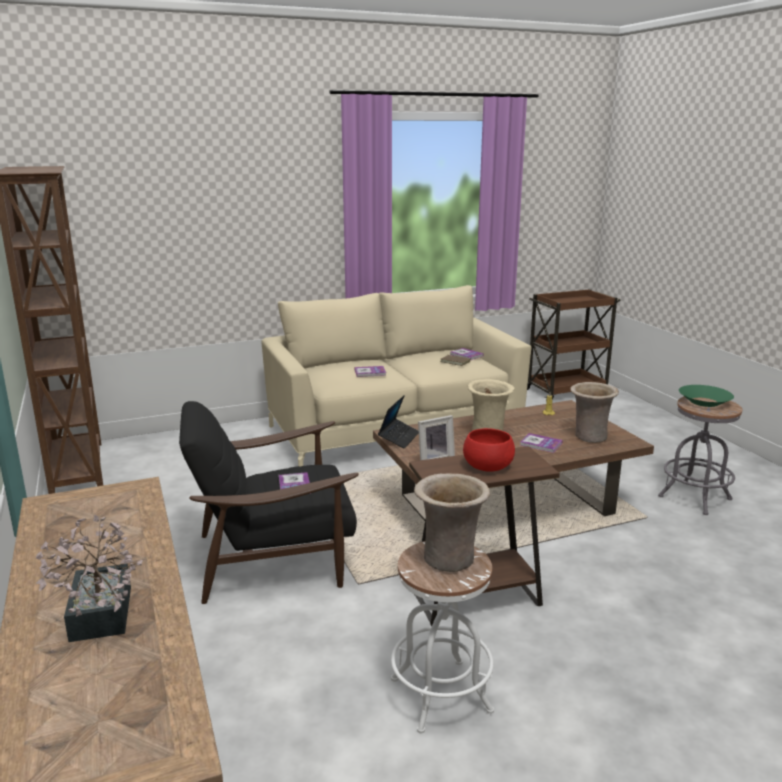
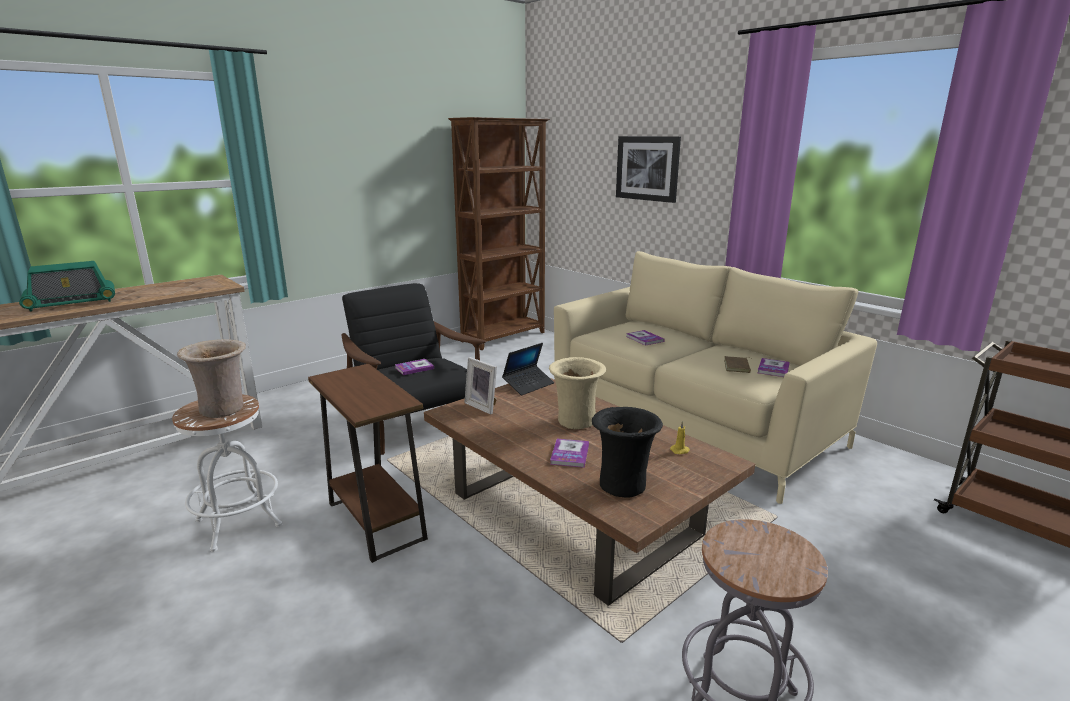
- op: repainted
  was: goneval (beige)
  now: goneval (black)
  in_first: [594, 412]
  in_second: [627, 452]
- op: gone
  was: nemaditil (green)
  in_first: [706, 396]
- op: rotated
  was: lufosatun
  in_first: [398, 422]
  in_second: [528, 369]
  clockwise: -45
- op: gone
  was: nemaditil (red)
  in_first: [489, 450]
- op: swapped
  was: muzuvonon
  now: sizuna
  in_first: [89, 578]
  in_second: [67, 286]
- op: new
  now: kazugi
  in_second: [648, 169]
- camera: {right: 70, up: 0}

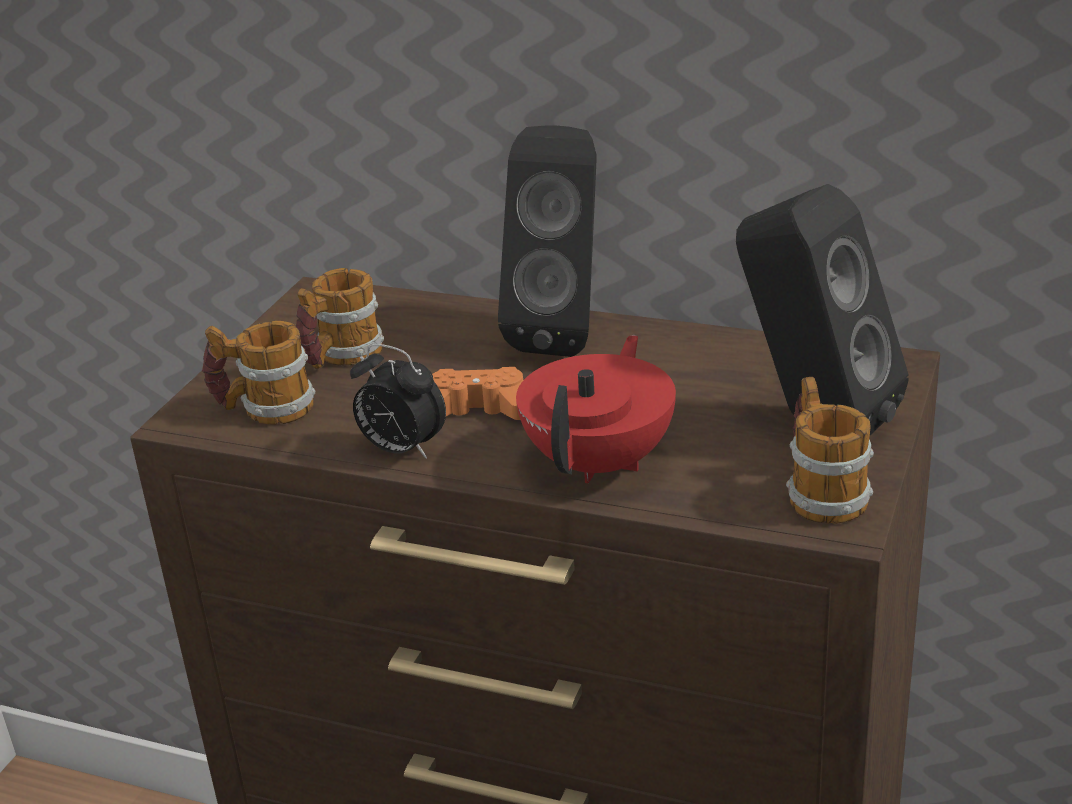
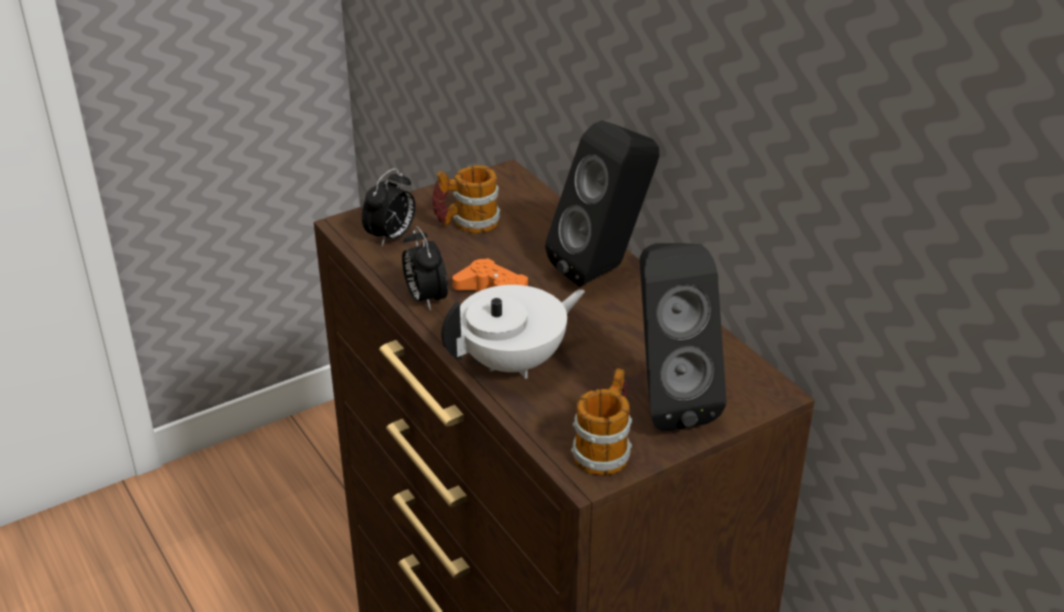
- op: swapped
  was: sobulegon
  now: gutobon
  in_first: [258, 373]
  in_second: [389, 207]
- op: repainted
  was: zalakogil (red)
  now: zalakogil (white)
  in_first: [596, 409]
  in_second: [513, 332]
- camera: {right: 35, up: 5}

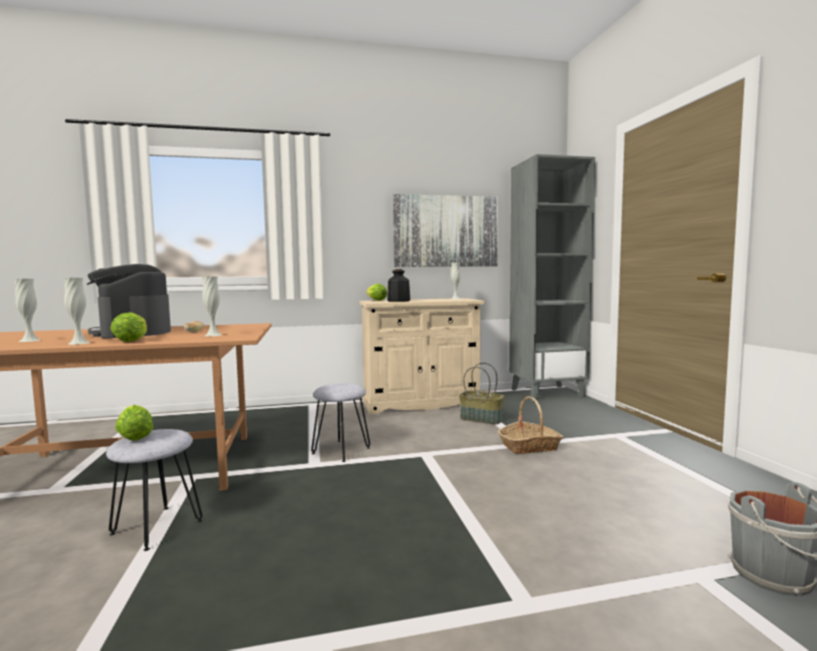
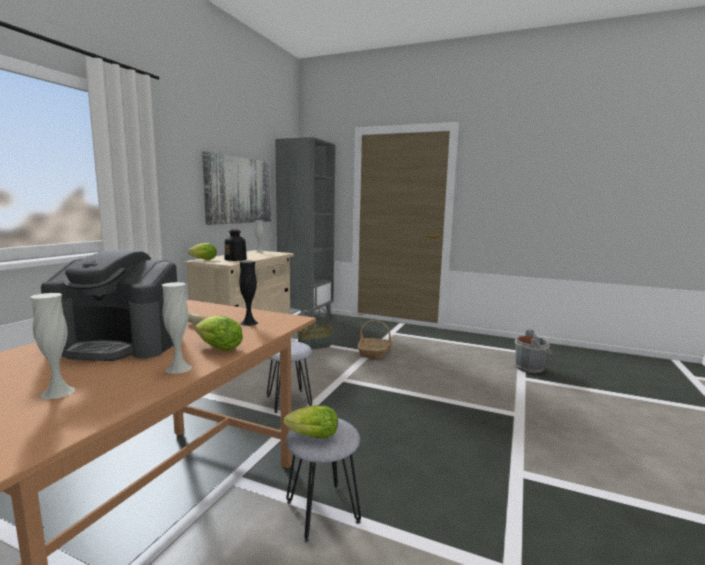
- op: repainted
  was: goneval (white)
  now: goneval (black)
  in_first: [212, 306]
  in_second: [248, 293]
- camera: {right: -55, up: 5}

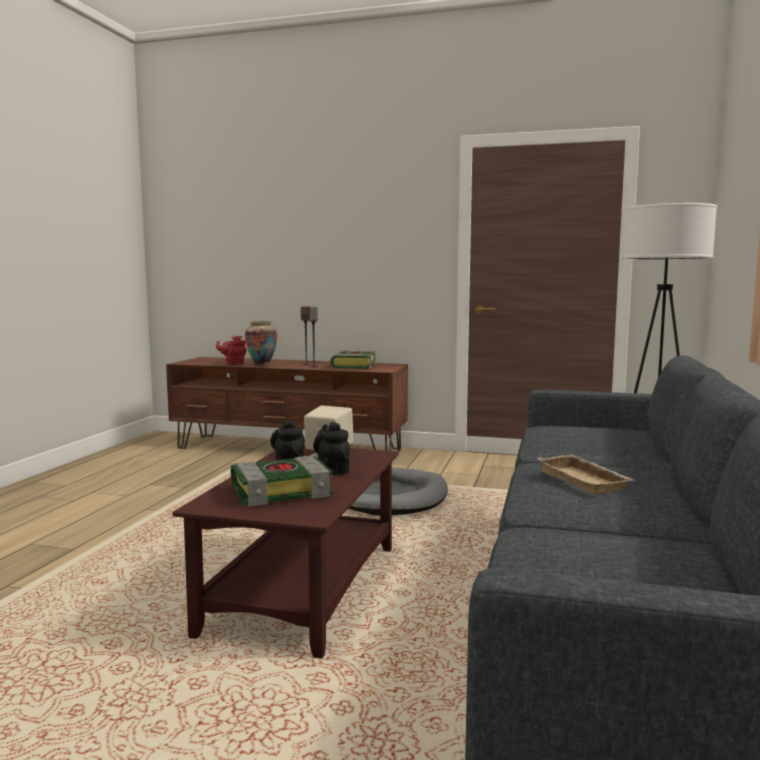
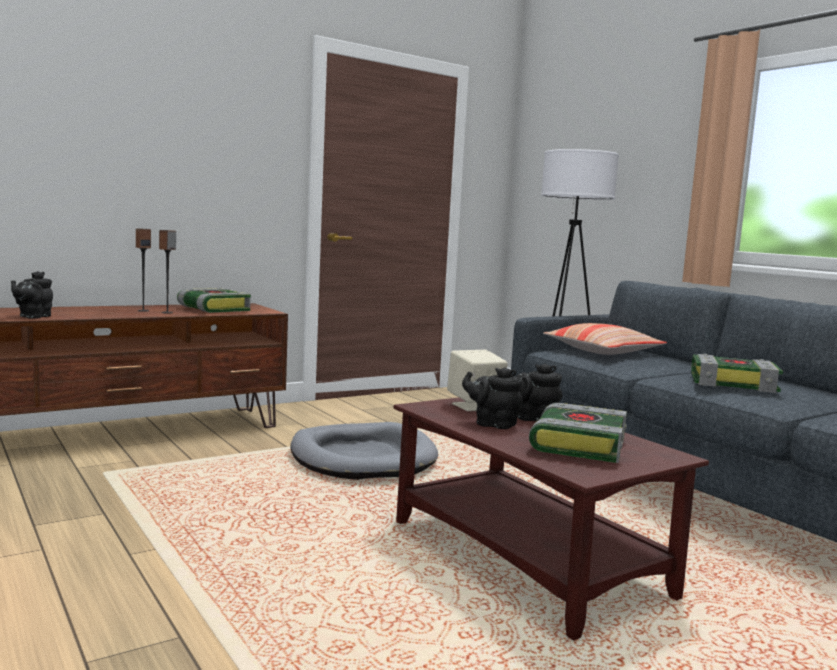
- op: gone
  was: goneval
  in_first: [261, 343]
- op: repainted
  was: zalakogil (red)
  now: zalakogil (black)
  in_first: [231, 350]
  in_second: [32, 295]
- op: swapped
  was: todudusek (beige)
  now: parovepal
  in_first: [586, 475]
  in_second: [737, 373]
- op: new
  now: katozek
  in_second: [605, 339]
- camera: {right: -50, up: 0}

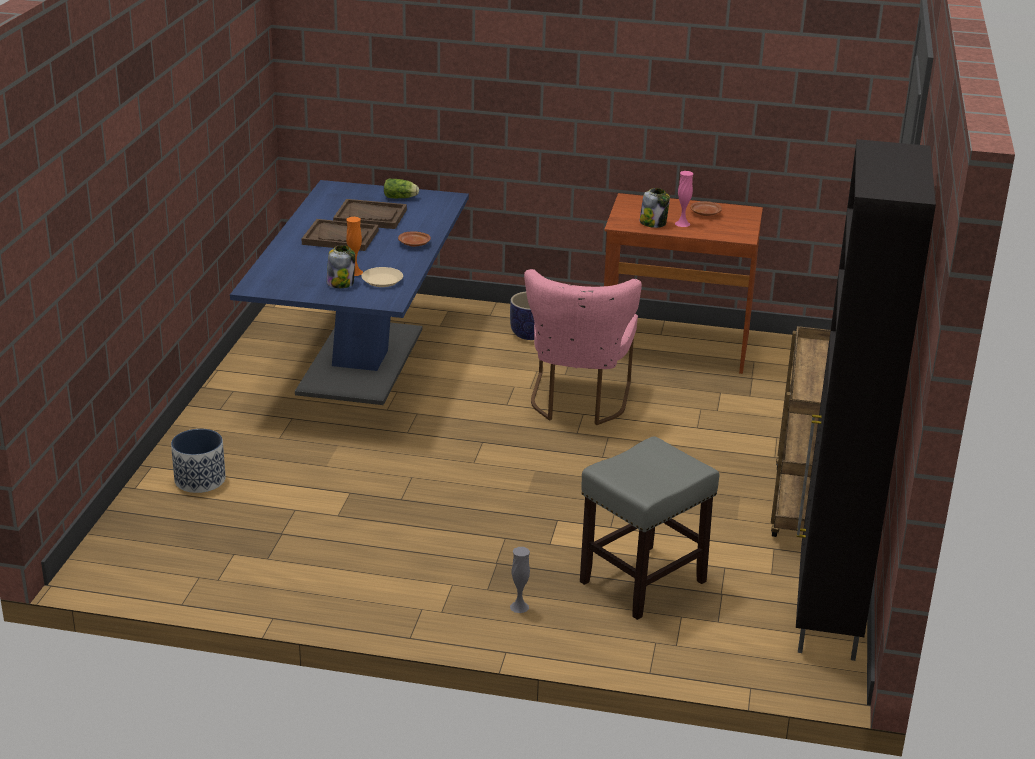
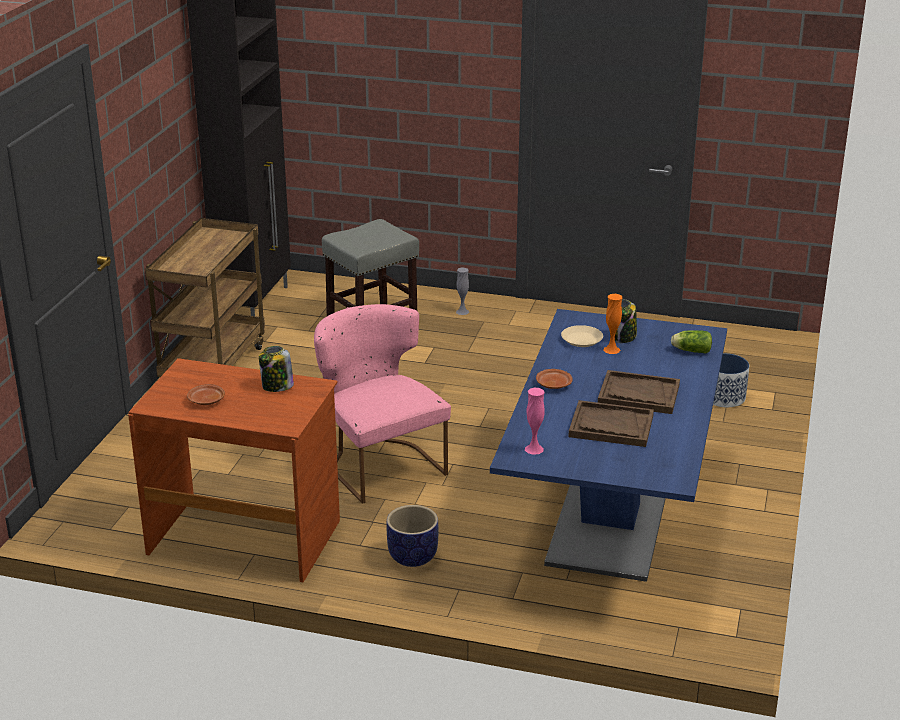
- op: shifted
  was: goneval (pink)
  in_first: [684, 199]
  in_second: [535, 421]
- op: shifted
  was: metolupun
  in_first: [401, 188]
  in_second: [691, 342]
- op: rotated
  was: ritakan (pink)
  in_first: [583, 347]
  in_second: [382, 404]
  clockwise: -45
- camera: {right: -175, up: 0}

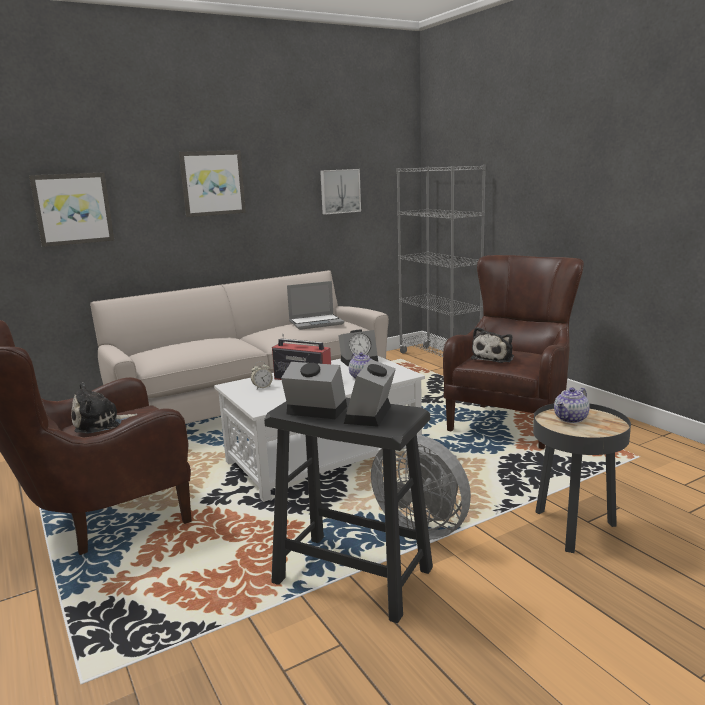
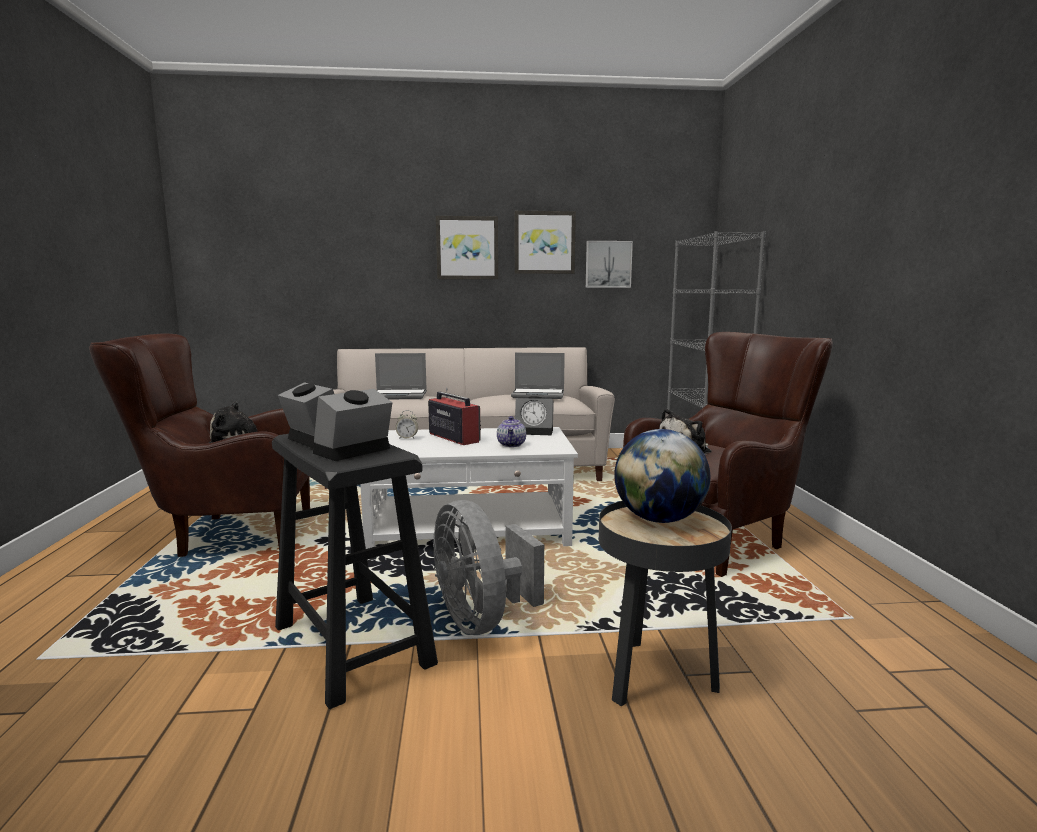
- op: shifted
  was: kazugi
  in_first: [71, 209]
  in_second: [545, 242]
- op: swapped
  was: zalakogil
  now: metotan
  in_first: [572, 405]
  in_second: [662, 476]
- op: new
  now: lufosatun
  in_second: [401, 376]
- camera: {right: 25, up: -5}

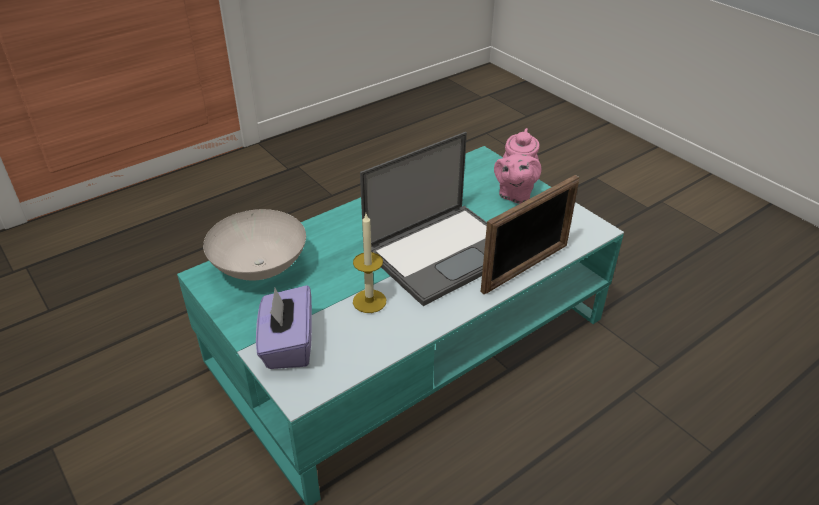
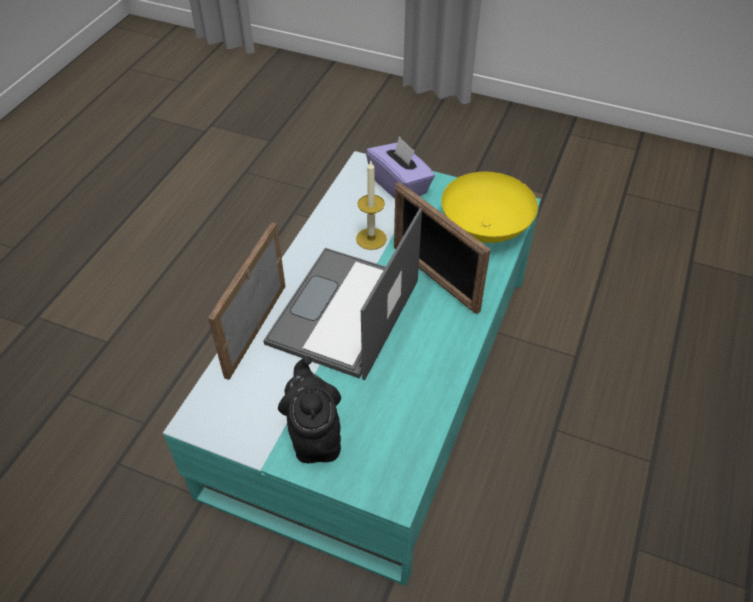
- op: repainted
  was: zalakogil (pink)
  now: zalakogil (black)
  in_first: [517, 166]
  in_second: [309, 409]
- op: repainted
  was: nemaditil (white)
  now: nemaditil (yellow)
  in_first: [254, 245]
  in_second: [489, 207]
- op: new
  now: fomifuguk
  in_second: [442, 248]
- camera: {right: 150, up: 10}

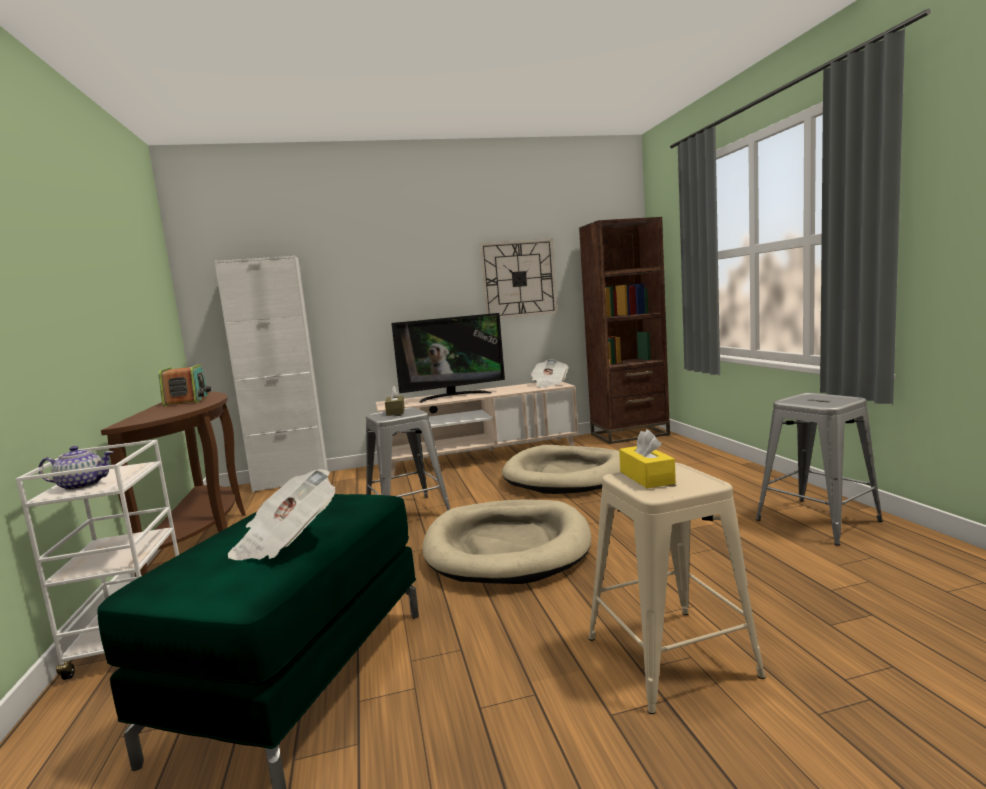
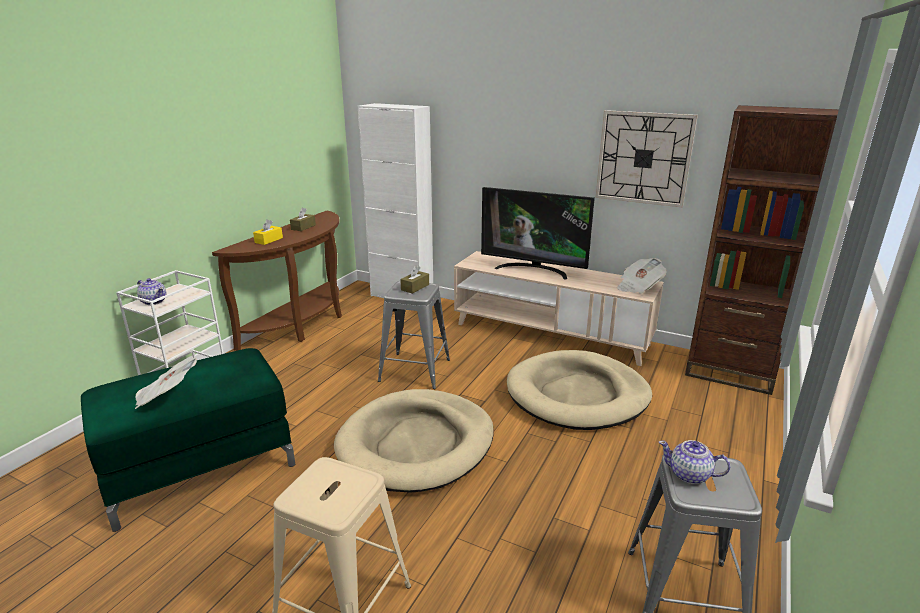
- op: swapped
  was: sizuna
  now: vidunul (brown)
  in_first: [185, 385]
  in_second: [303, 219]
- op: shifted
  was: vidunul (yellow)
  in_first: [647, 458]
  in_second: [268, 232]
- op: new
  now: zalakogil
  in_second: [694, 462]
- camera: {right: 40, up: 15}

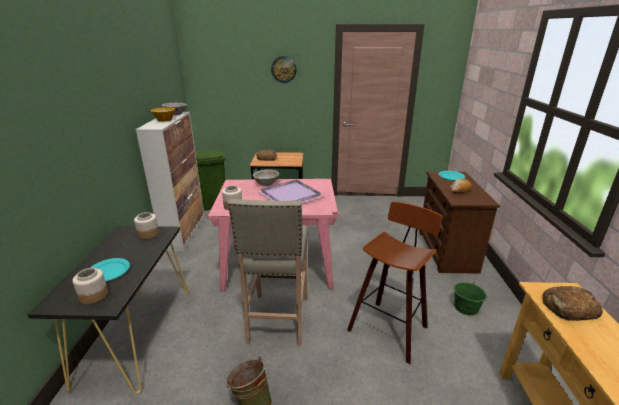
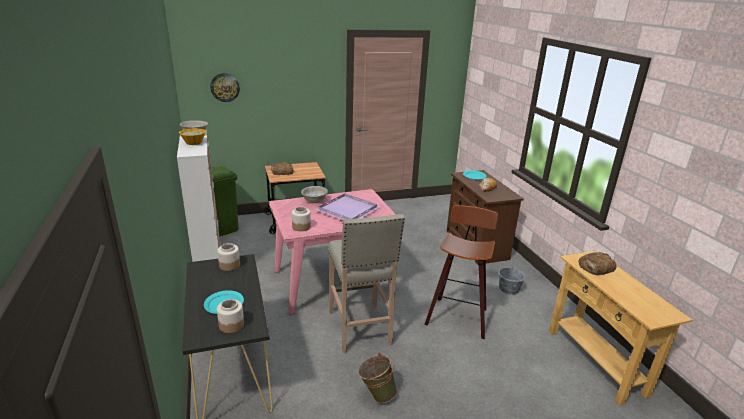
- op: shifted
  was: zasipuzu
  in_first: [284, 69]
  in_second: [225, 87]
- op: repainted
  was: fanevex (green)
  now: fanevex (grey)
  in_first: [470, 297]
  in_second: [512, 278]
- camera: {right: -20, up: 0}

